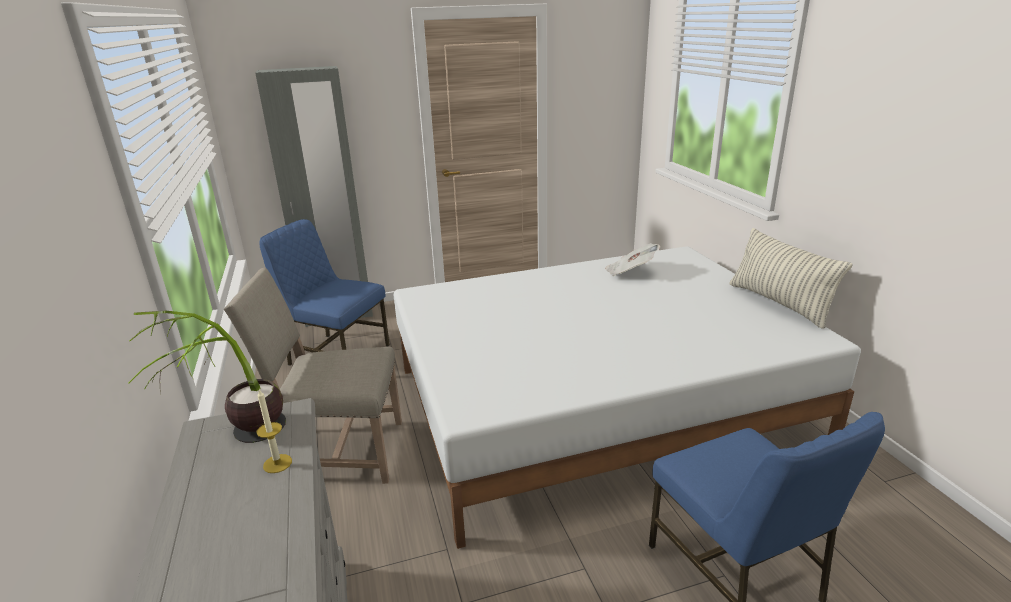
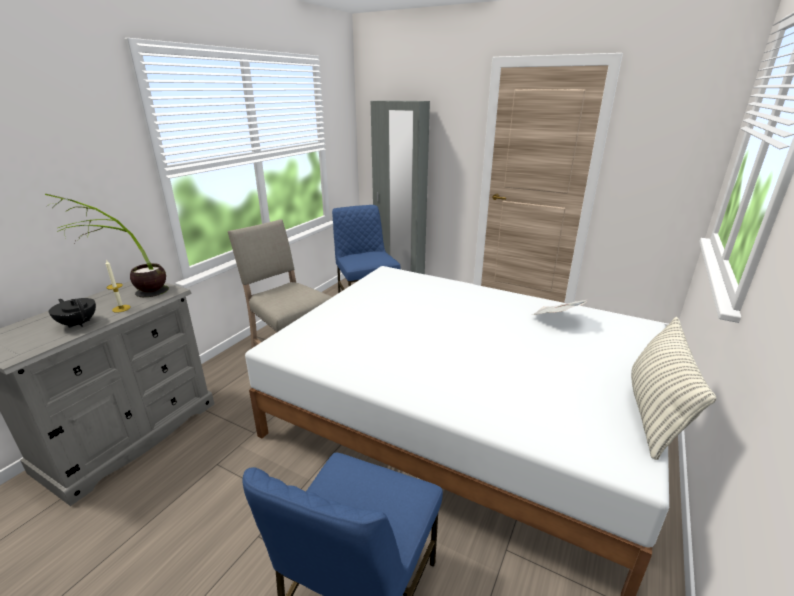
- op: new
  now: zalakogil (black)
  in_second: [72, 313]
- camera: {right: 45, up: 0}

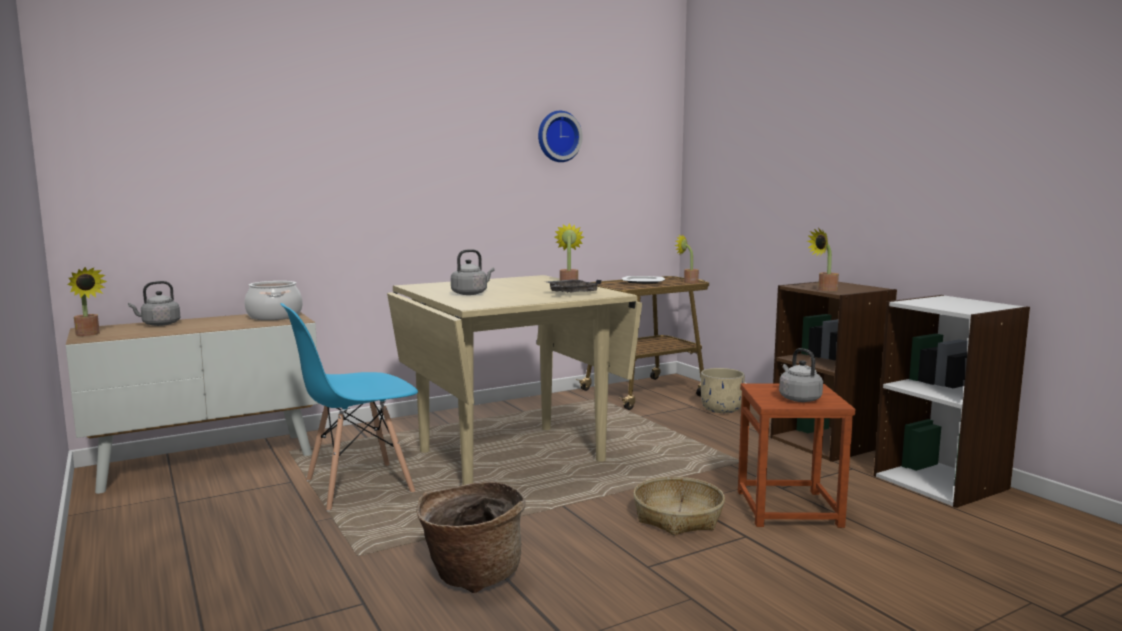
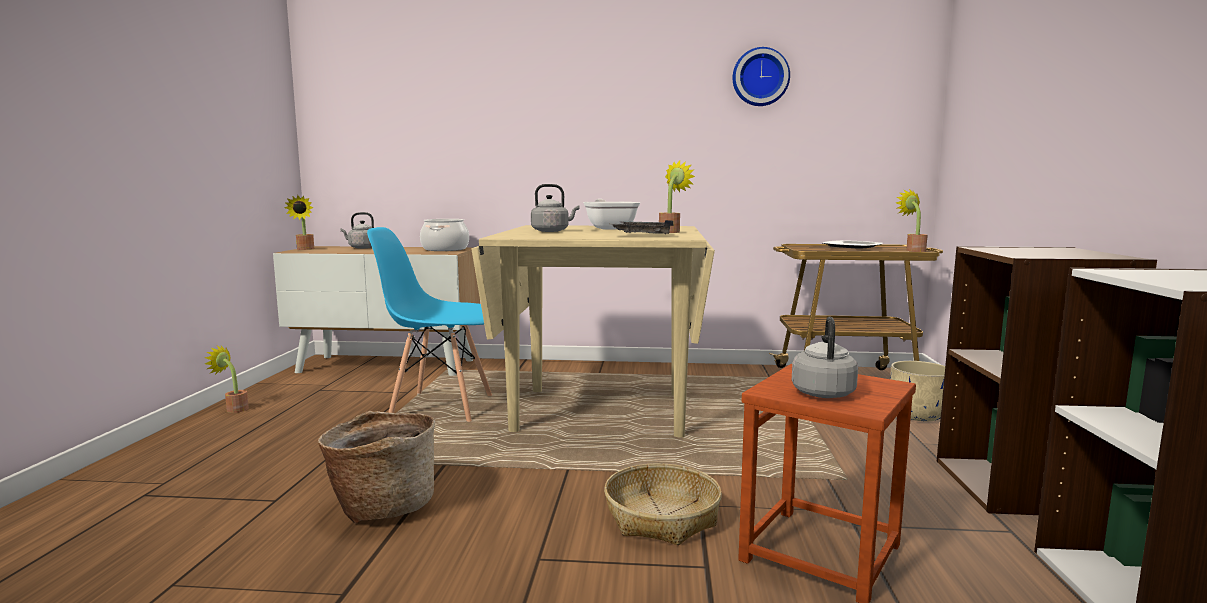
- op: shifted
  was: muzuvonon
  in_first: [823, 259]
  in_second: [227, 379]
- op: new
  now: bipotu
  in_second: [611, 214]
- camera: {right: 35, up: 0}

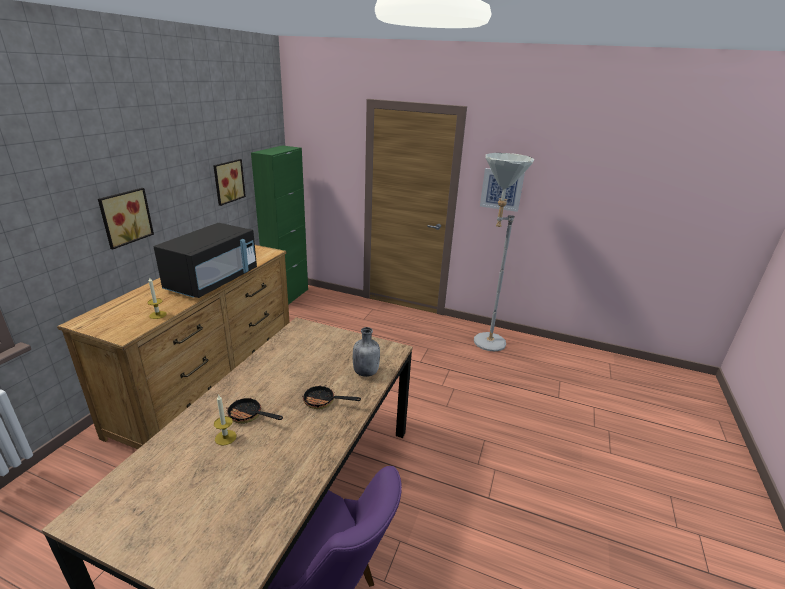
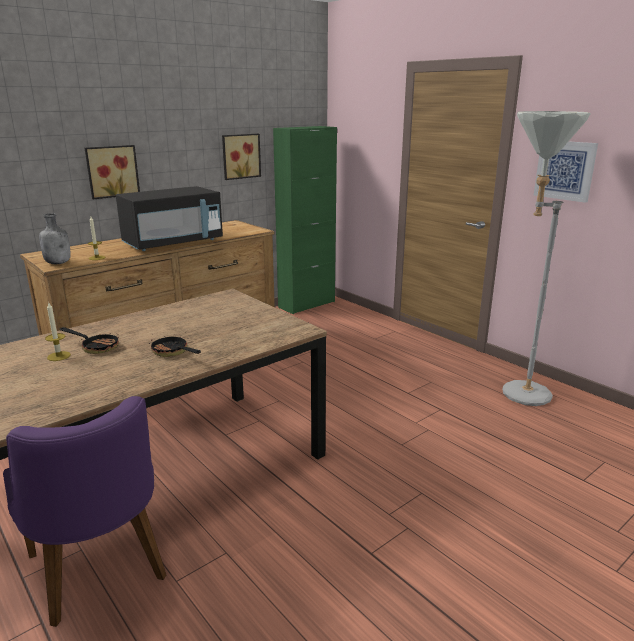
- op: shifted
  was: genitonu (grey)
  in_first: [366, 352]
  in_second: [55, 238]
- op: rotated
  was: bipotu
  in_first: [254, 409]
  in_second: [89, 340]
  clockwise: 150
- camera: {right: 30, up: -5}

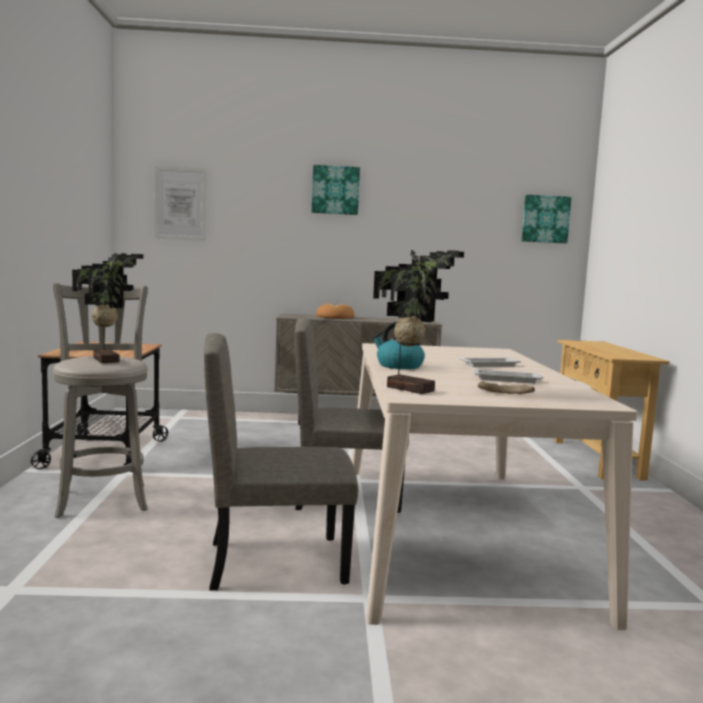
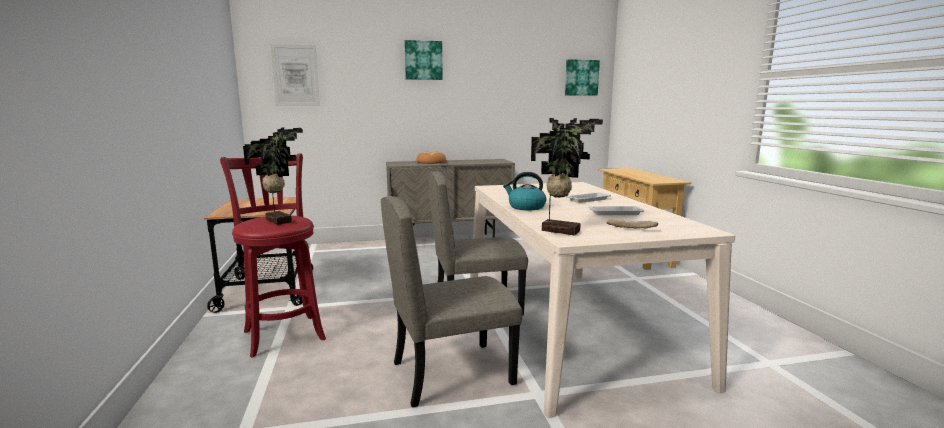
- op: repainted
  was: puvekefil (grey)
  now: puvekefil (red)
  in_first: [100, 400]
  in_second: [273, 255]
- camera: {right: -10, up: 5}

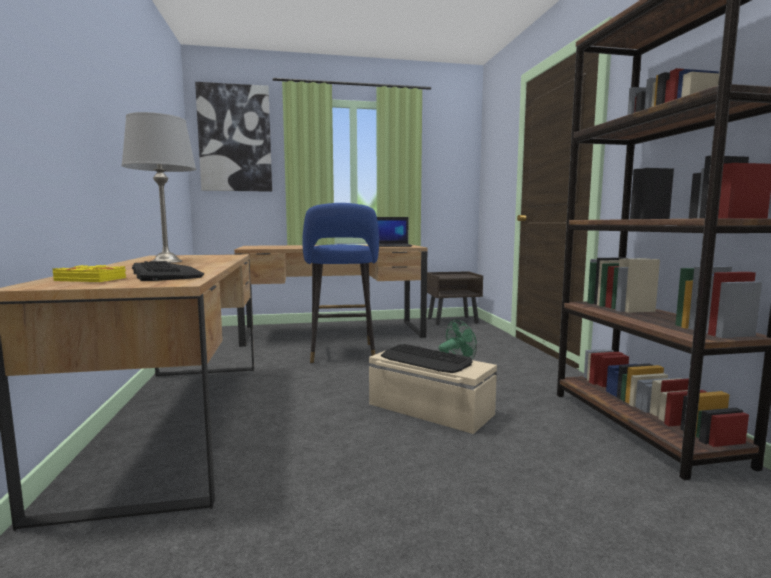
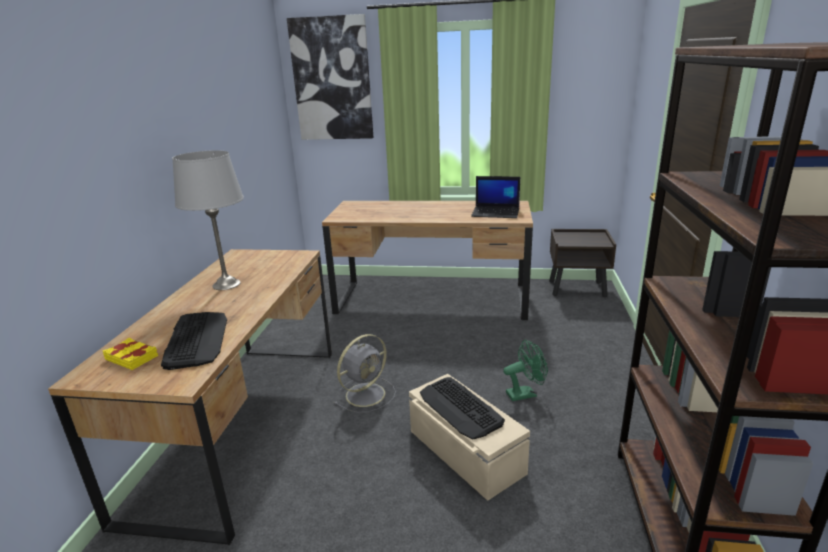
- op: gone
  was: puvekefil (blue)
  in_first: [340, 283]
- op: new
  now: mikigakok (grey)
  in_second: [365, 373]
- camera: {right: 20, up: 15}

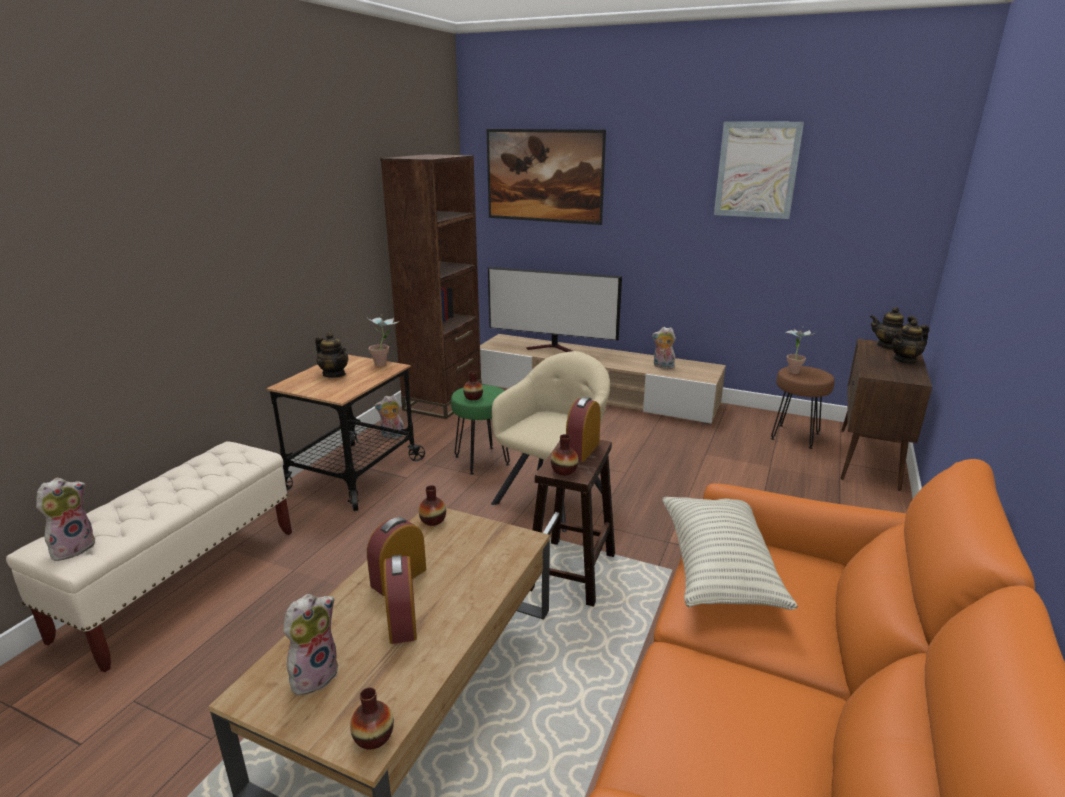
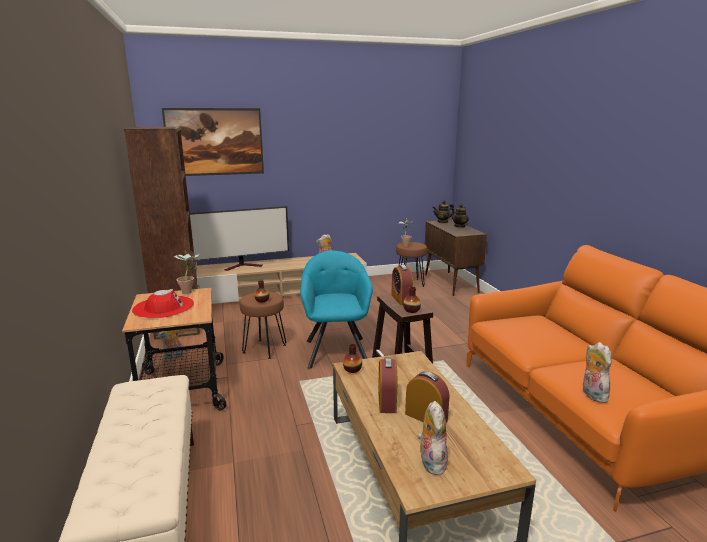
- op: gone
  was: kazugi
  in_first: [759, 170]
- op: swapped
  was: zalakogil
  now: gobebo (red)
  in_first: [331, 355]
  in_second: [163, 303]
- op: repainted
  was: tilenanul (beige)
  now: tilenanul (turquoise)
  in_first: [550, 441]
  in_second: [336, 309]
- op: repainted
  was: puvekefil (green)
  now: puvekefil (brown)
  in_first: [480, 430]
  in_second: [263, 325]
- op: shifted
  was: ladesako
  in_first: [65, 519]
  in_second: [597, 372]
- op: gone
  was: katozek
  in_first: [730, 553]
- op: gone
  was: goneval
  in_first: [372, 718]
- camera: {right: -40, up: -5}

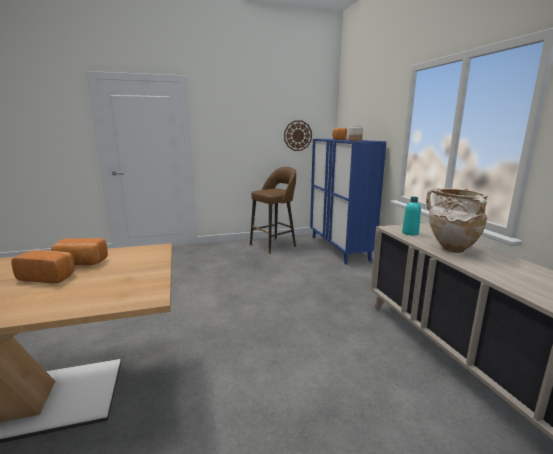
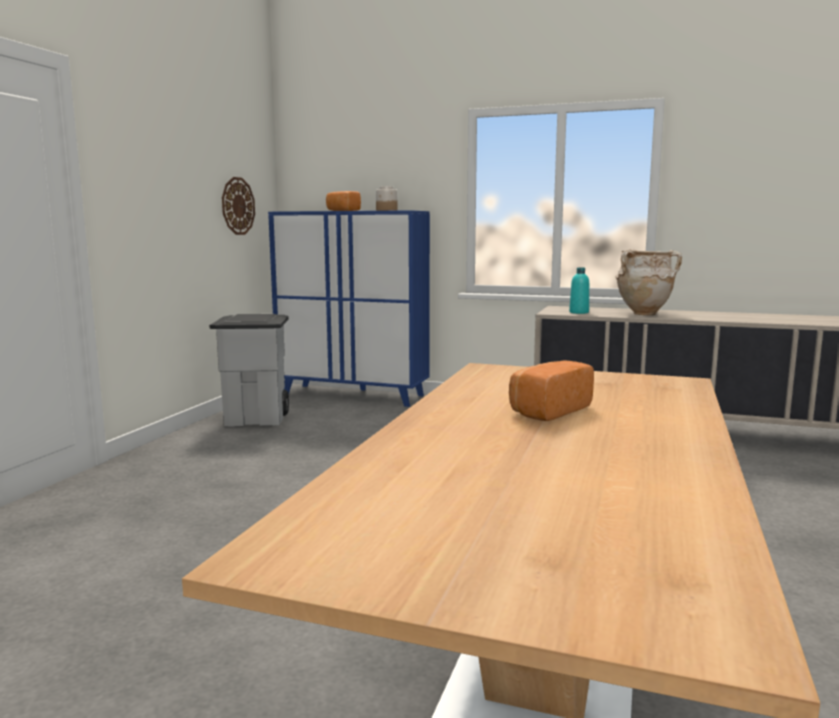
- op: swapped
  was: puvekefil (brown)
  now: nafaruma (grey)
  in_first: [273, 210]
  in_second: [249, 370]
- op: gone
  was: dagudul
  in_first: [79, 252]
- camera: {right: -55, up: -5}

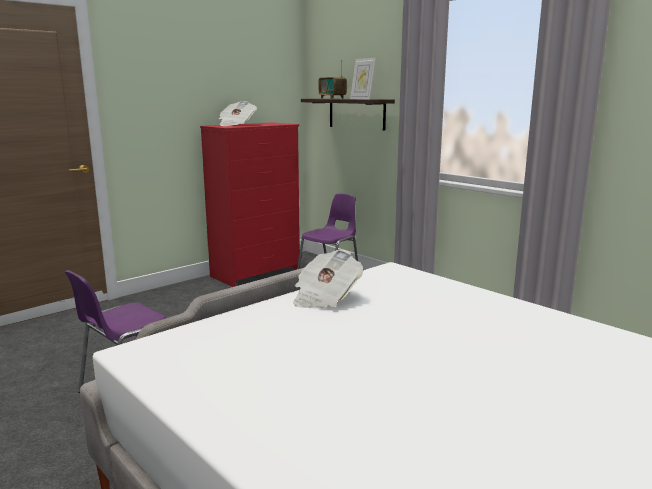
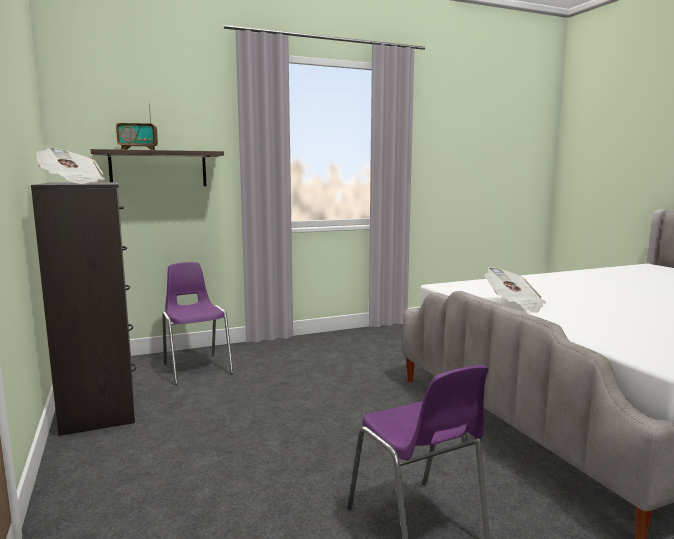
- op: gone
  was: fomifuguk
  in_first: [363, 78]
- op: repainted
  was: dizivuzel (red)
  now: dizivuzel (black)
  in_first: [250, 204]
  in_second: [83, 309]
- camera: {right: -70, up: -5}

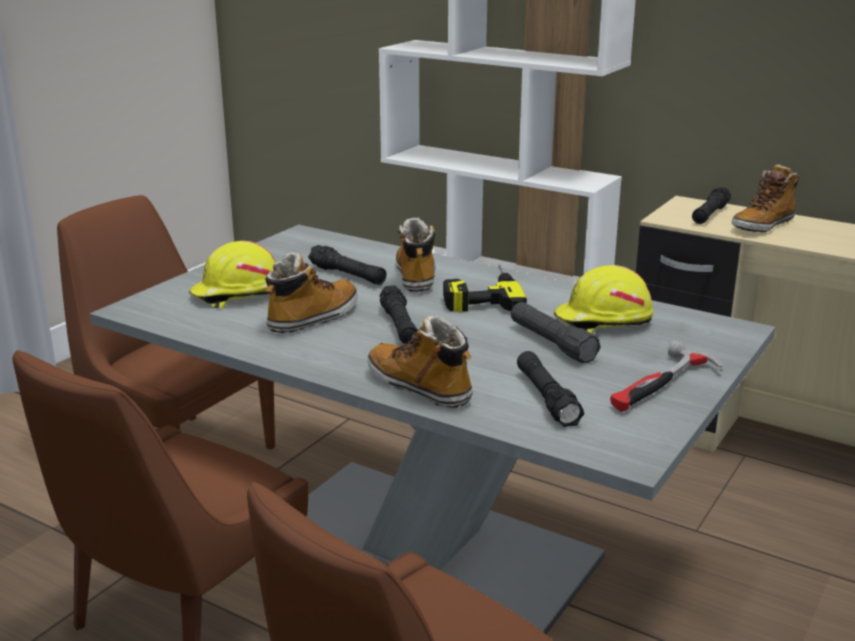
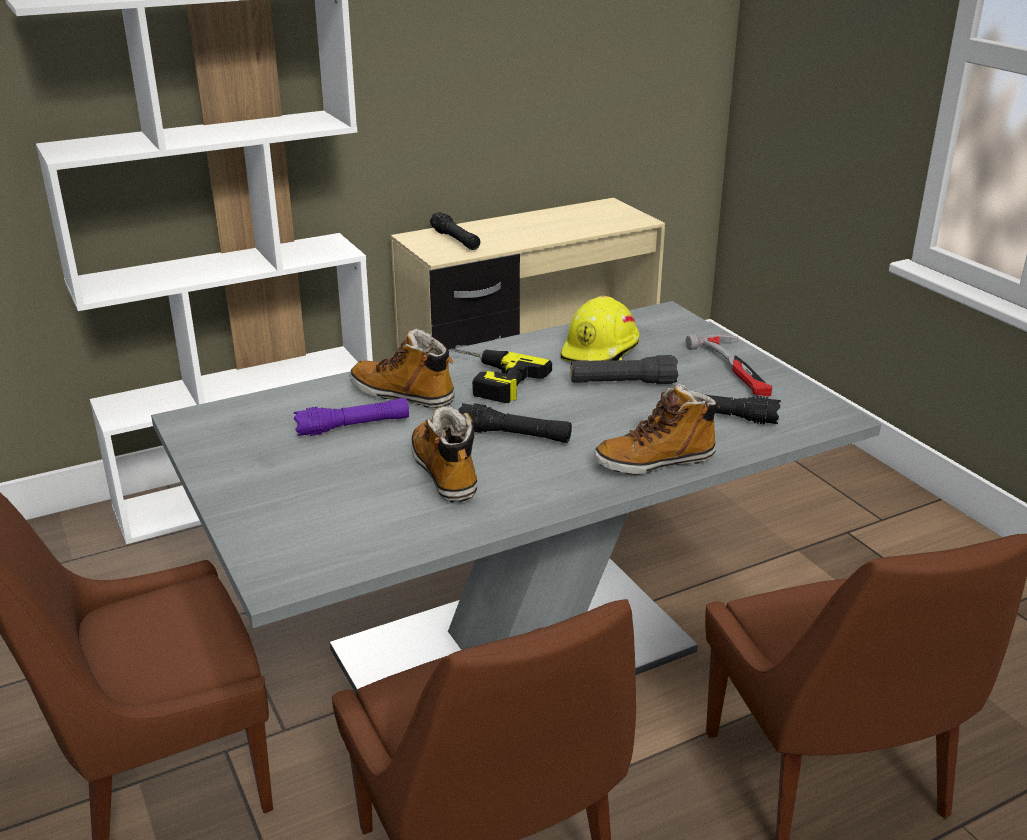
- op: gone
  was: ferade
  in_first: [765, 198]
- op: gone
  was: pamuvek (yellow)
  in_first: [232, 274]
- op: repainted
  was: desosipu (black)
  now: desosipu (purple)
  in_first: [347, 265]
  in_second: [351, 417]
- camera: {right: -60, up: 5}

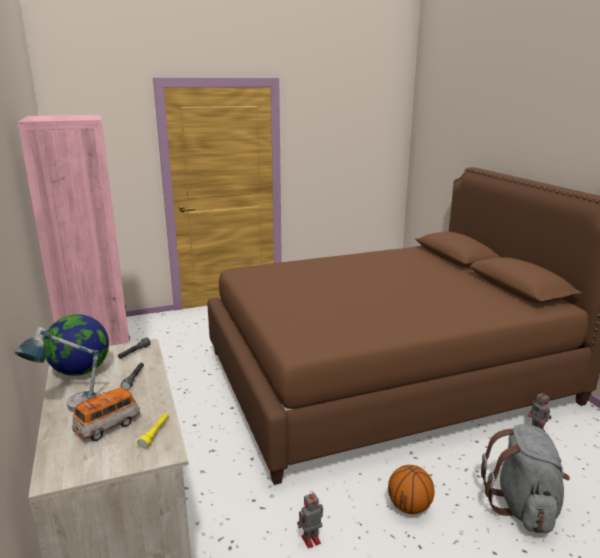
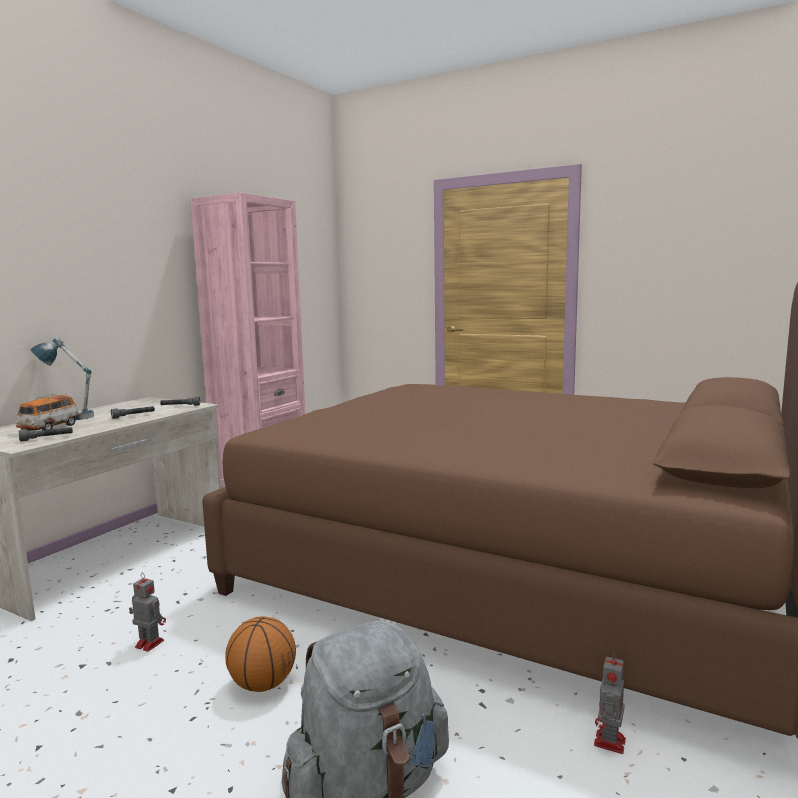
- op: gone
  was: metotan
  in_first: [76, 345]
- op: rotated
  was: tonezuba
  in_first: [106, 414]
  in_second: [47, 412]
  clockwise: 105
- op: repainted
  was: desosipu (yellow)
  now: desosipu (grey)
  in_first: [153, 431]
  in_second: [46, 434]
- camera: {right: 50, up: -10}

